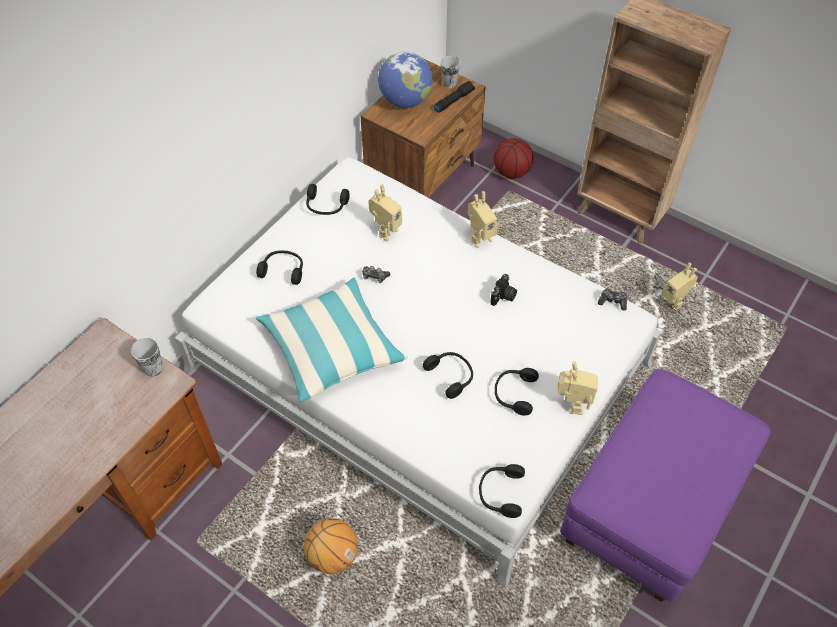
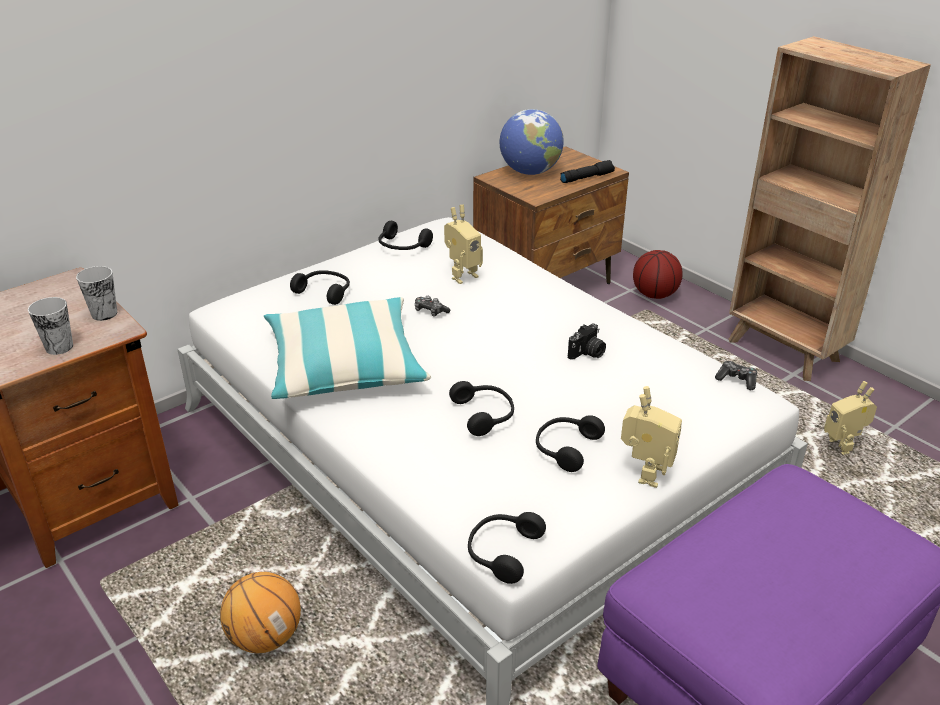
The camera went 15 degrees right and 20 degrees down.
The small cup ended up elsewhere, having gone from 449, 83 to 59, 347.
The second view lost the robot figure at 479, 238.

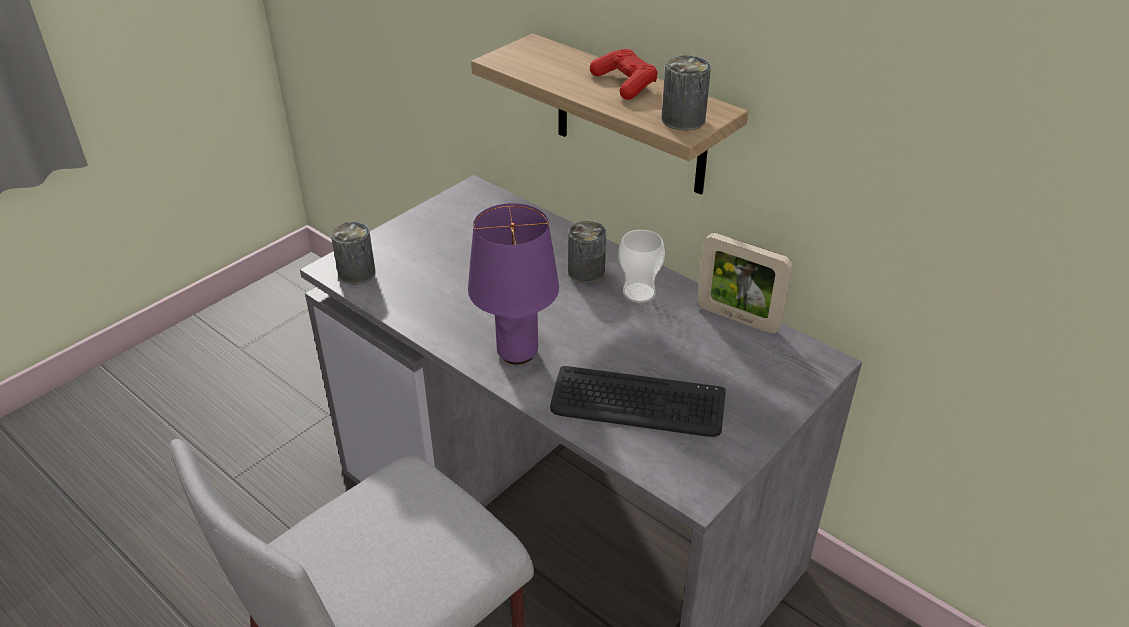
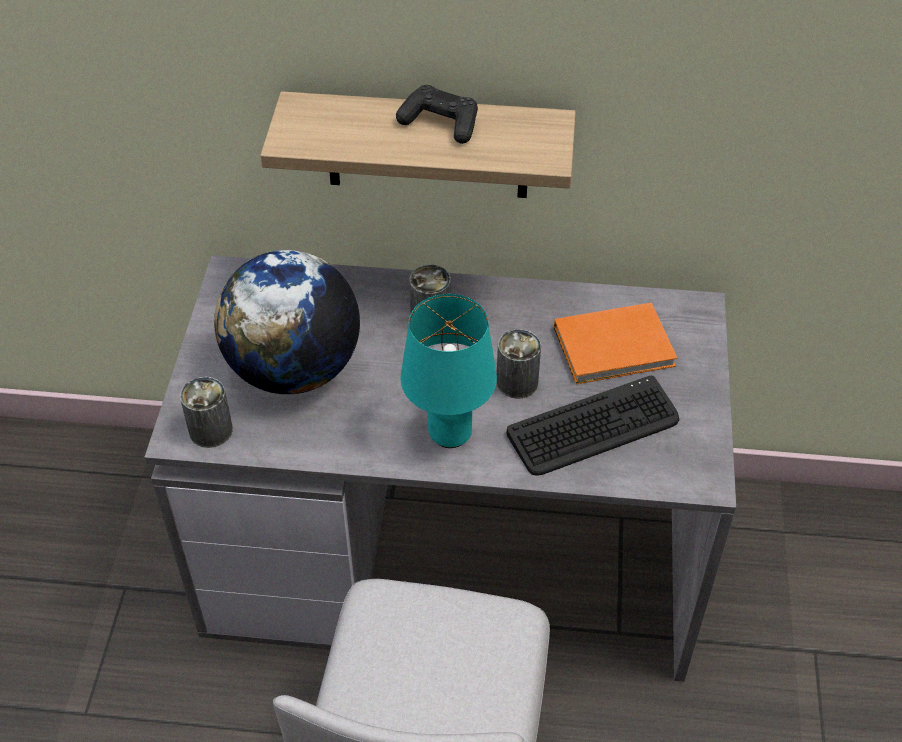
The camera went 35 degrees left and 10 degrees up.
The second view gained the world globe at 294, 370.
What was the red gamepad at 624, 84 turned into the black-coloured gamepad at 440, 123.
What was the purple lamp for a table at 517, 353 turned into the turquoise lamp for a table at 450, 434.
The sealed can ended up elsewhere, having gone from 683, 119 to 517, 382.
The second view gained the orange-coloured volume at 617, 347.
The second view lost the small cup at 639, 293.
The second view lost the standing frame at 737, 318.

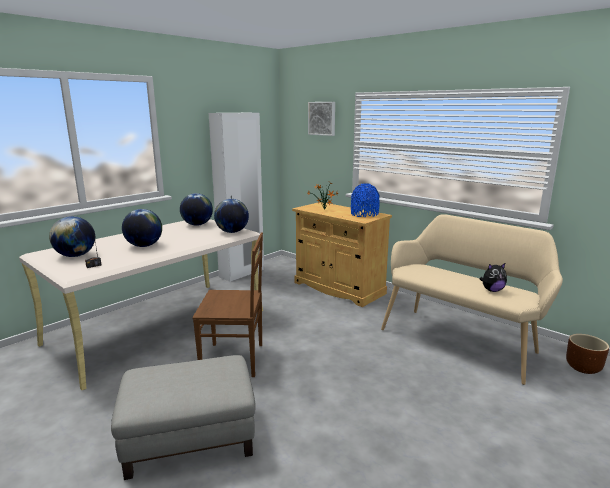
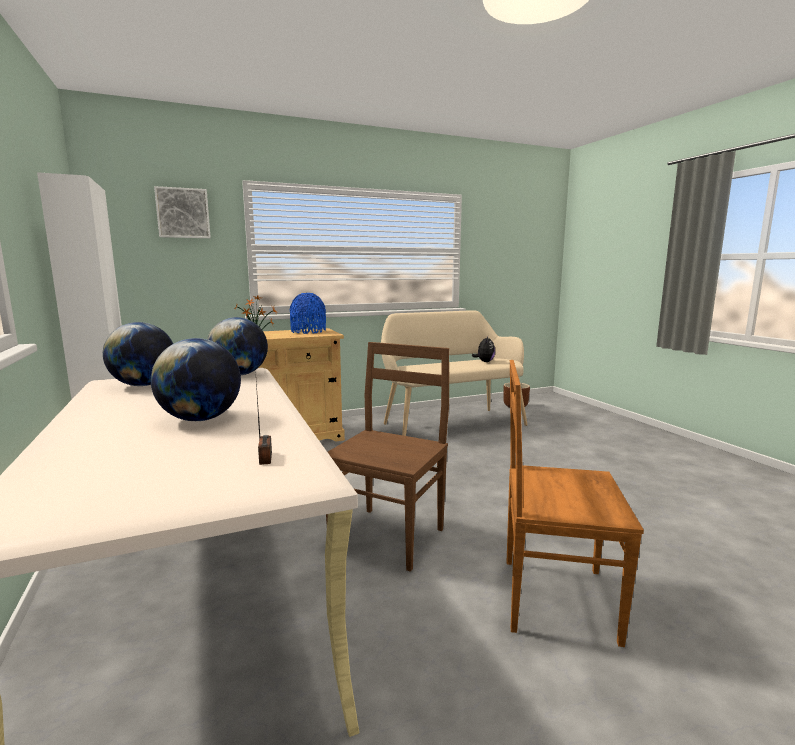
The camera went 65 degrees left and 5 degrees down.
Where the greyish footrest stood at 190, 436, the brown-coloured chair came to stand at 553, 598.
The second view lost the world globe at 76, 255.

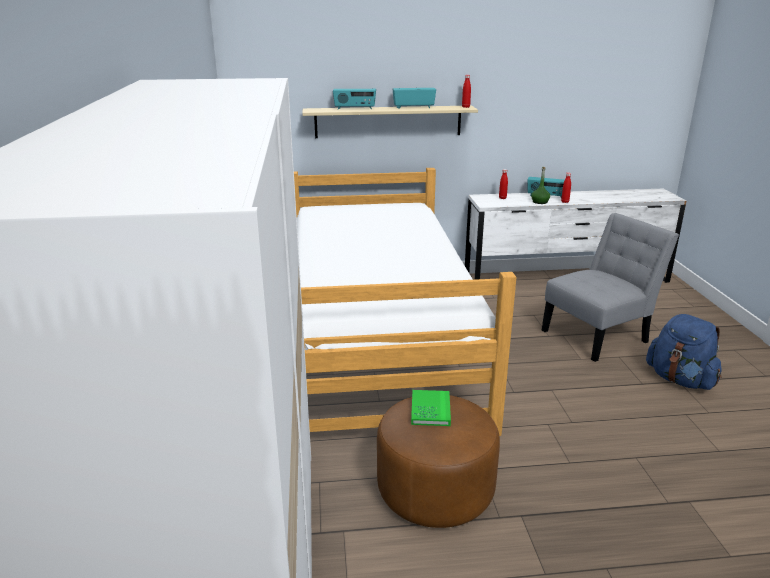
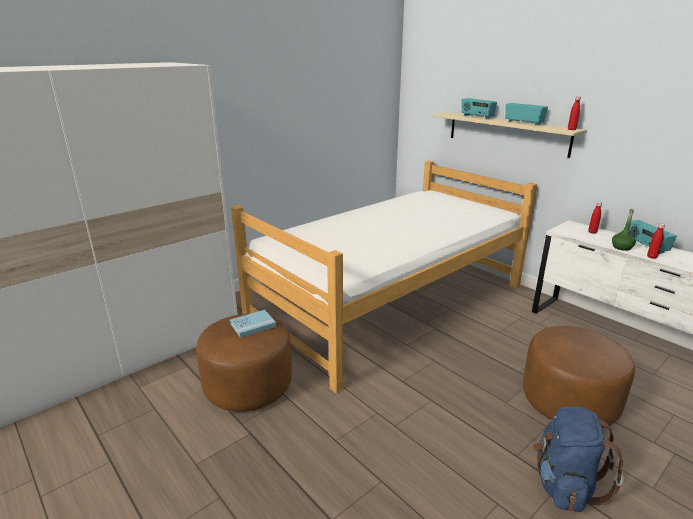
The camera went 55 degrees right and 0 degrees up.
What was the greenish volume at 430, 410 turned into the bluish volume at 253, 325.
Where the greyish chair stood at 598, 335, the brown-coloured footrest came to stand at 569, 401.

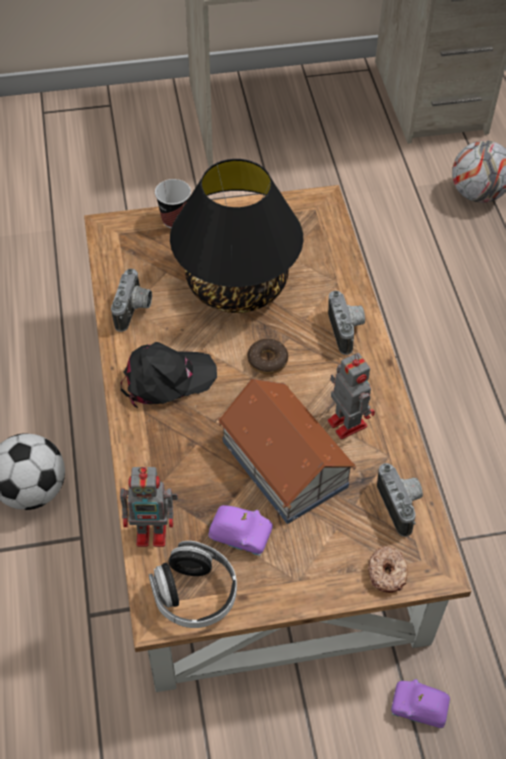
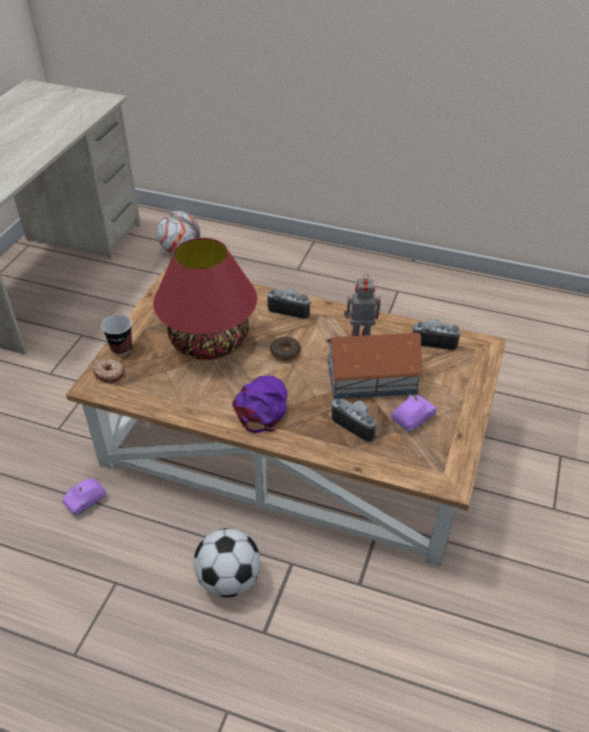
The camera went 60 degrees left and 10 degrees down.
The purple model car ended up elsewhere, having gone from 419, 708 to 86, 501.
The doughnut ended up elsewhere, having gone from 387, 573 to 109, 373.
What was the black-coloured lamp for a table at 236, 285 turned into the red lamp for a table at 209, 342.
What was the black-coloured baseball cap at 166, 379 turned into the purple baseball cap at 262, 406.
The still camera ended up elsewhere, having gone from 135, 310 to 356, 424.
The second view lost the robot figure at 153, 531.
The second view lost the headphones at 195, 594.

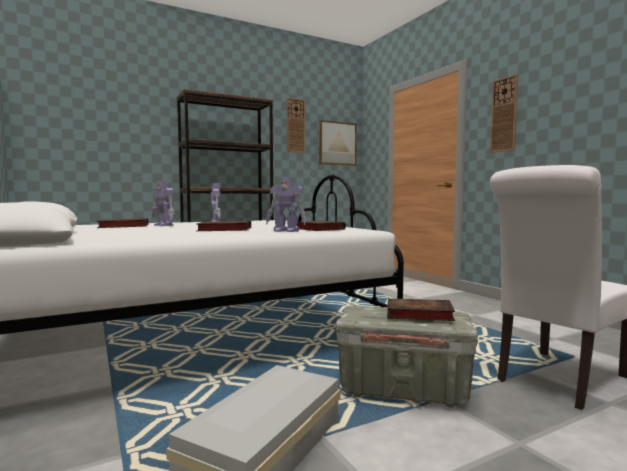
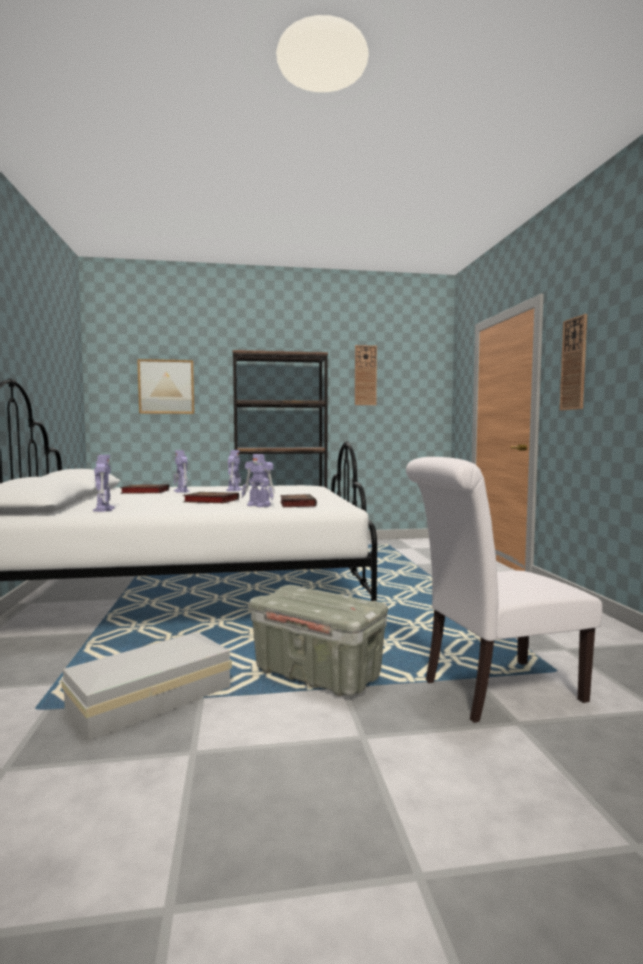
The camera went 20 degrees right and 0 degrees up.
The second view gained the robot figure at 104, 509.
The wall art ended up elsewhere, having gone from 337, 143 to 166, 387.
The second view lost the volume at 417, 314.

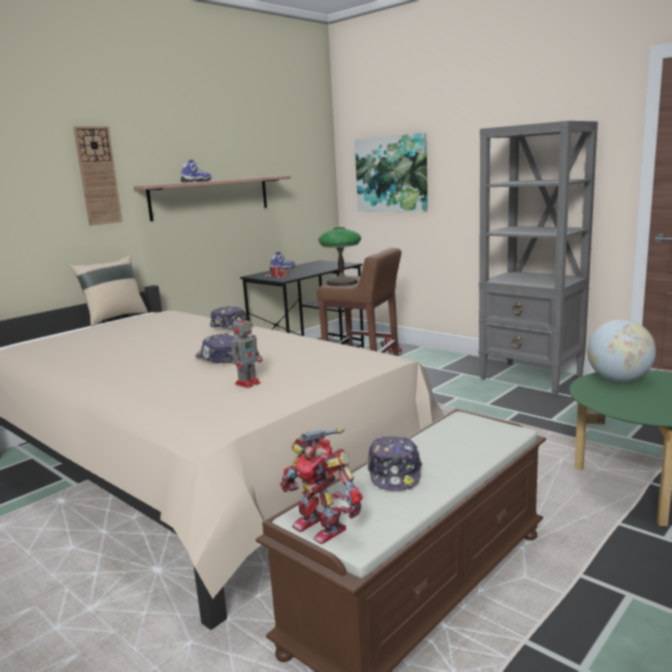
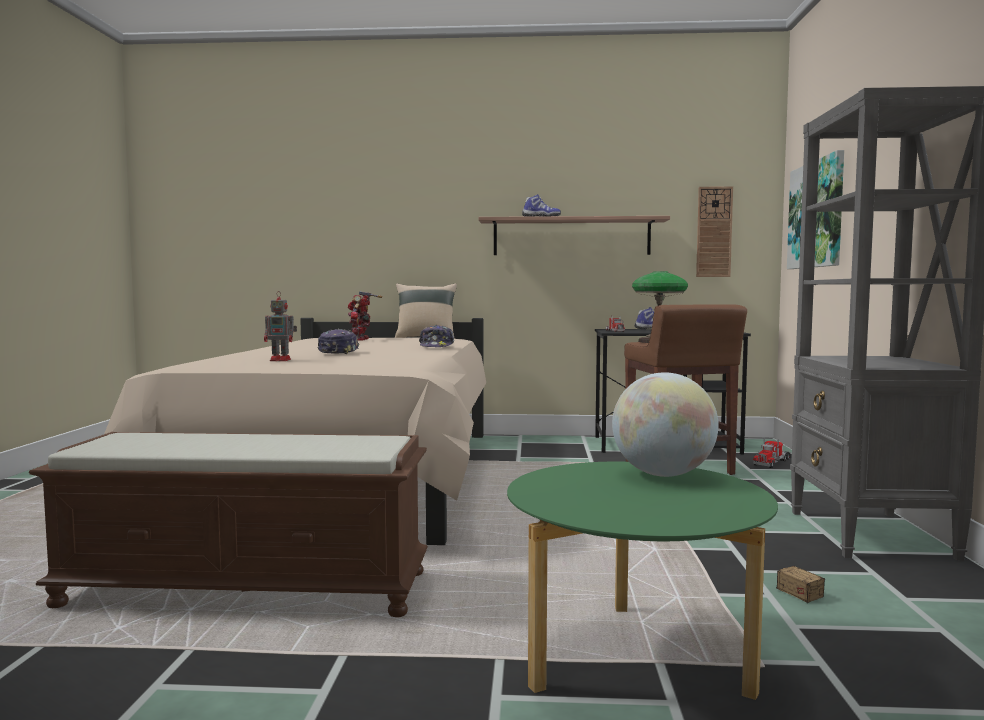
The camera went 50 degrees right and 10 degrees down.
The robot figure ended up elsewhere, having gone from 322, 526 to 360, 339.
The clock on the wall ended up elsewhere, having gone from 98, 176 to 714, 232.
The second view lost the baseball cap at 394, 473.

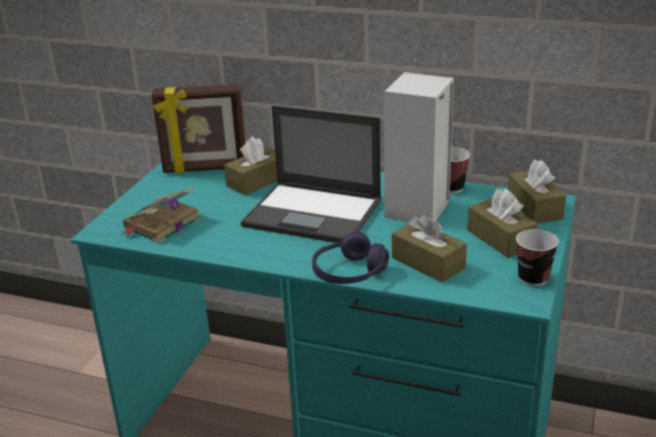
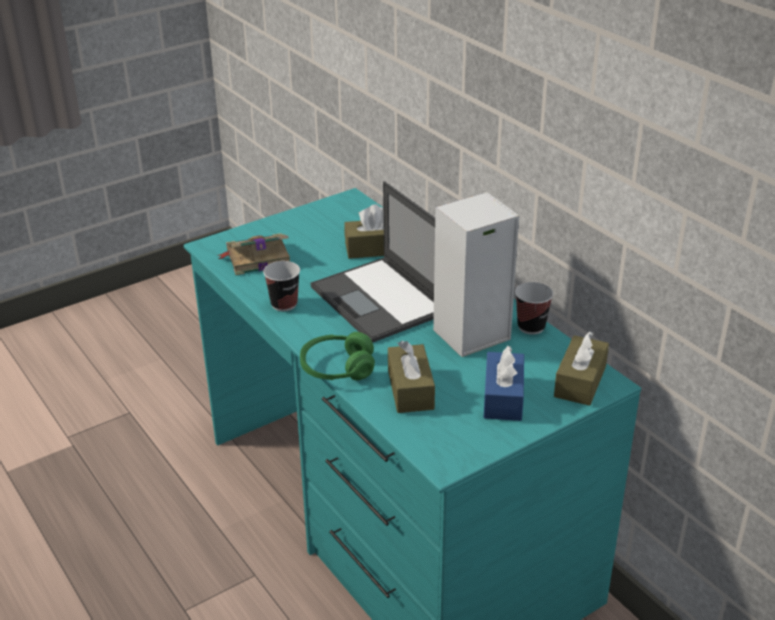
The camera went 35 degrees right and 5 degrees up.
The small cup ended up elsewhere, having gone from 533, 278 to 284, 304.
What was the purple headphones at 349, 273 turned into the greenish headphones at 337, 368.
What was the brown-coloured box of tissues at 500, 239 turned into the bluish box of tissues at 503, 397.
The second view lost the standing frame at 205, 169.

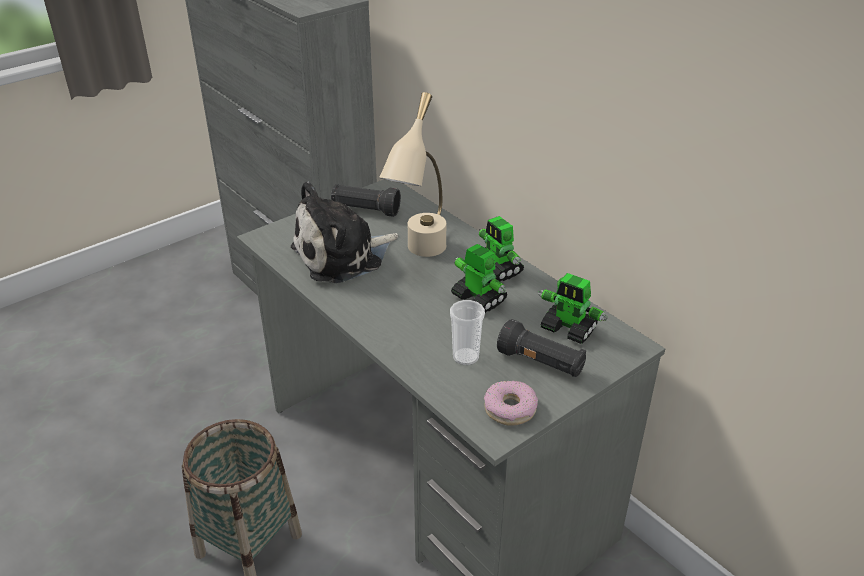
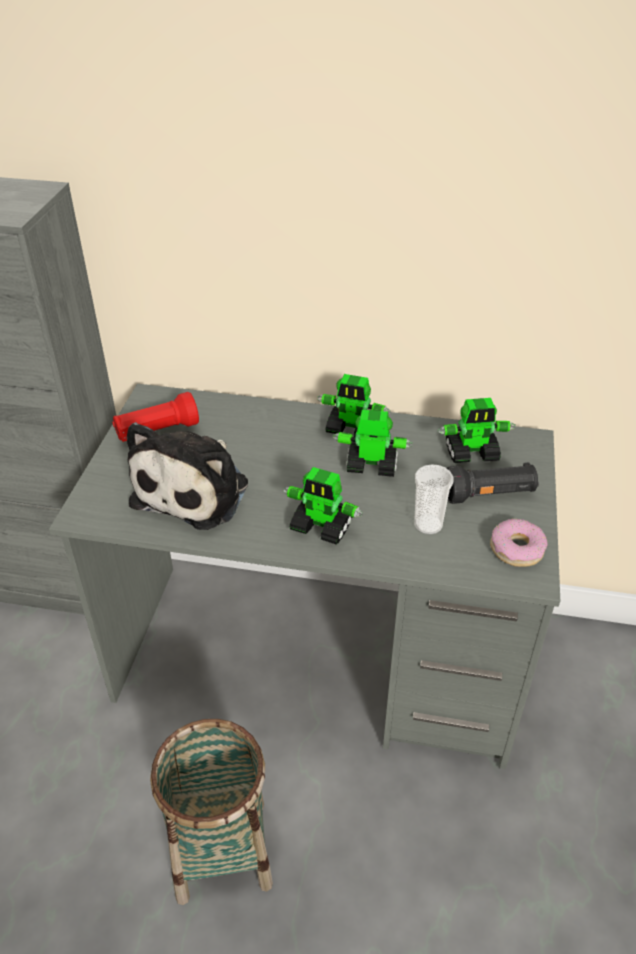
The camera went 40 degrees left and 5 degrees up.
What was the black-coloured flashlight at 365, 210 turned into the red flashlight at 157, 431.
The second view gained the robot figure at 322, 527.
The second view lost the beige-coloured lamp for a table at 420, 256.

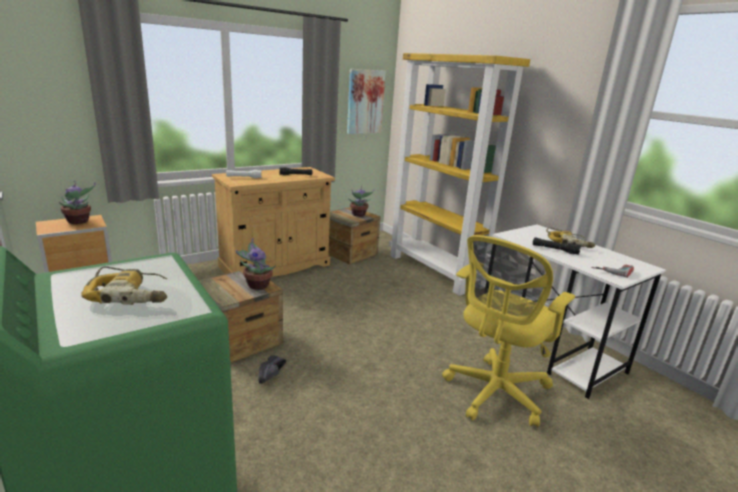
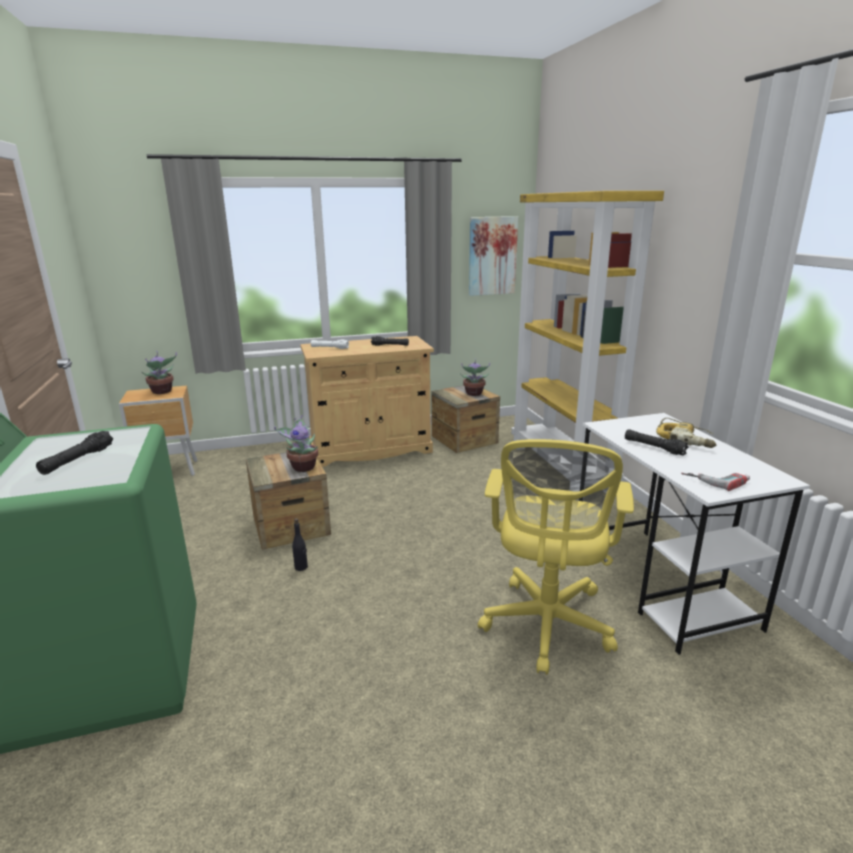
The camera went 20 degrees right and 0 degrees up.
Where the power drill stood at 131, 294, the black-coloured flashlight came to stand at 77, 460.
Where the black-coloured shoe stood at 272, 375, the black-coloured beverage bottle came to stand at 301, 567.
The yellowish desk chair at 494, 394 ended up facing another way, 45 degrees counterclockwise from before.

